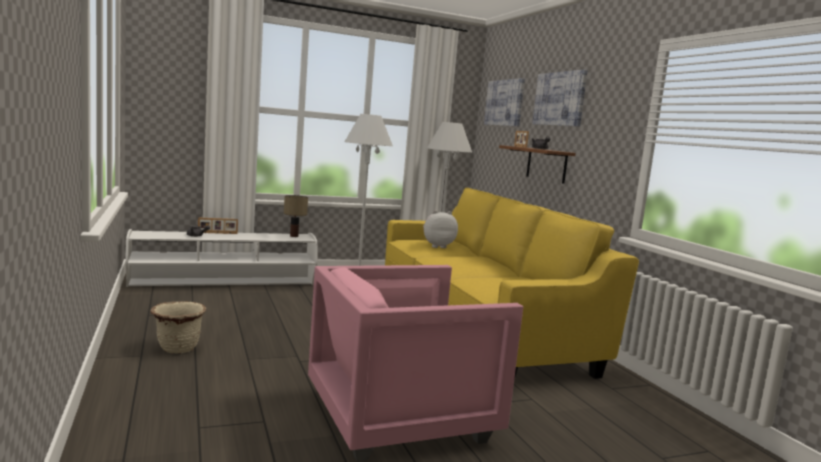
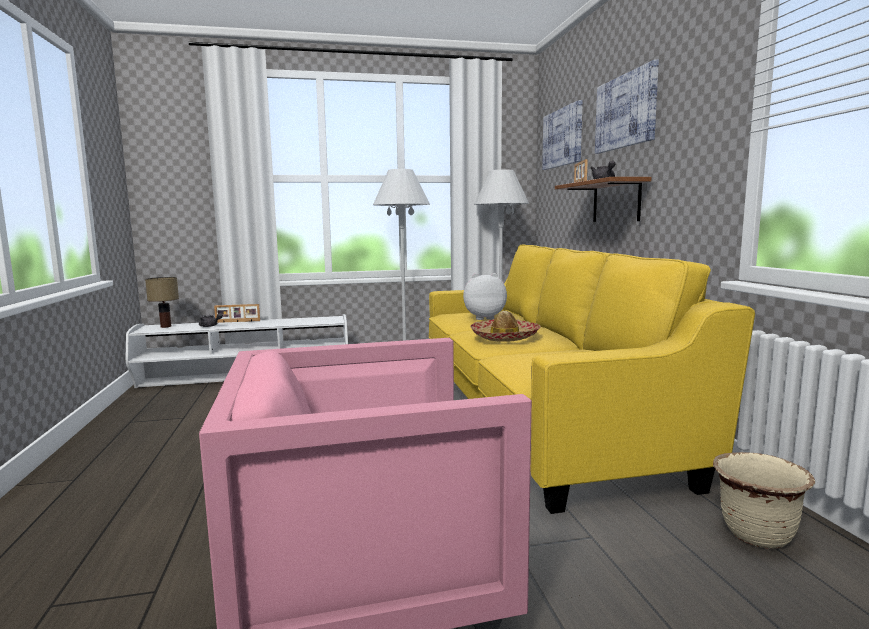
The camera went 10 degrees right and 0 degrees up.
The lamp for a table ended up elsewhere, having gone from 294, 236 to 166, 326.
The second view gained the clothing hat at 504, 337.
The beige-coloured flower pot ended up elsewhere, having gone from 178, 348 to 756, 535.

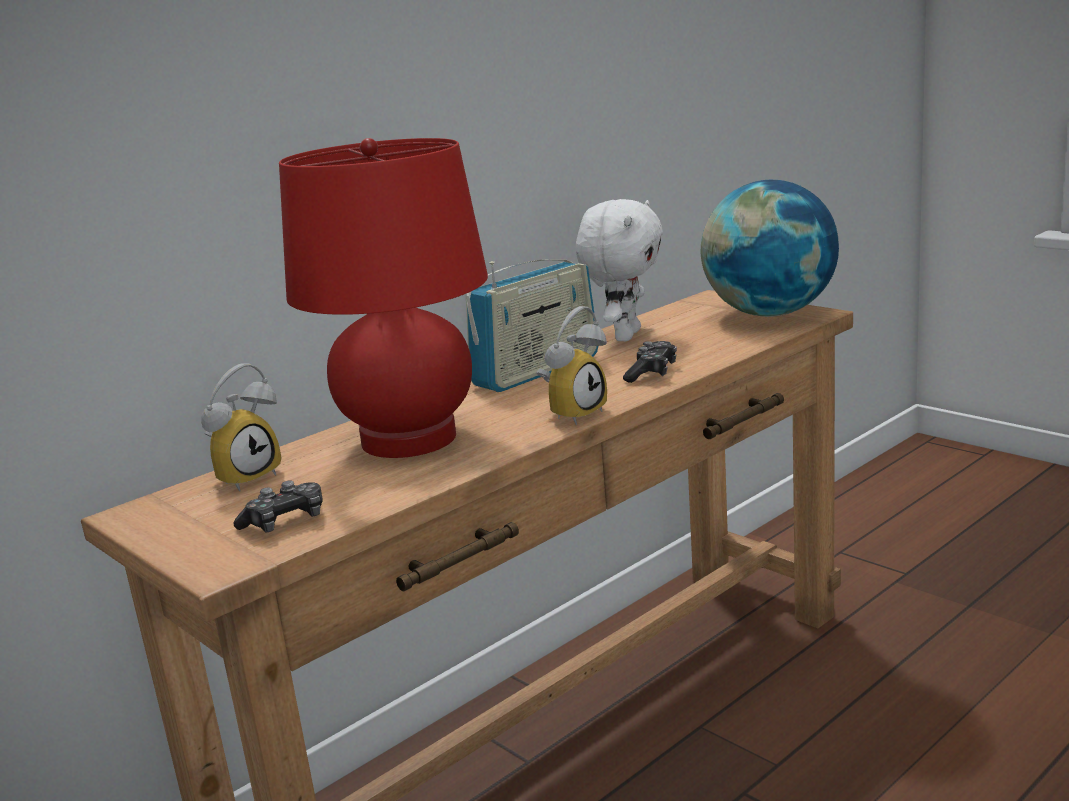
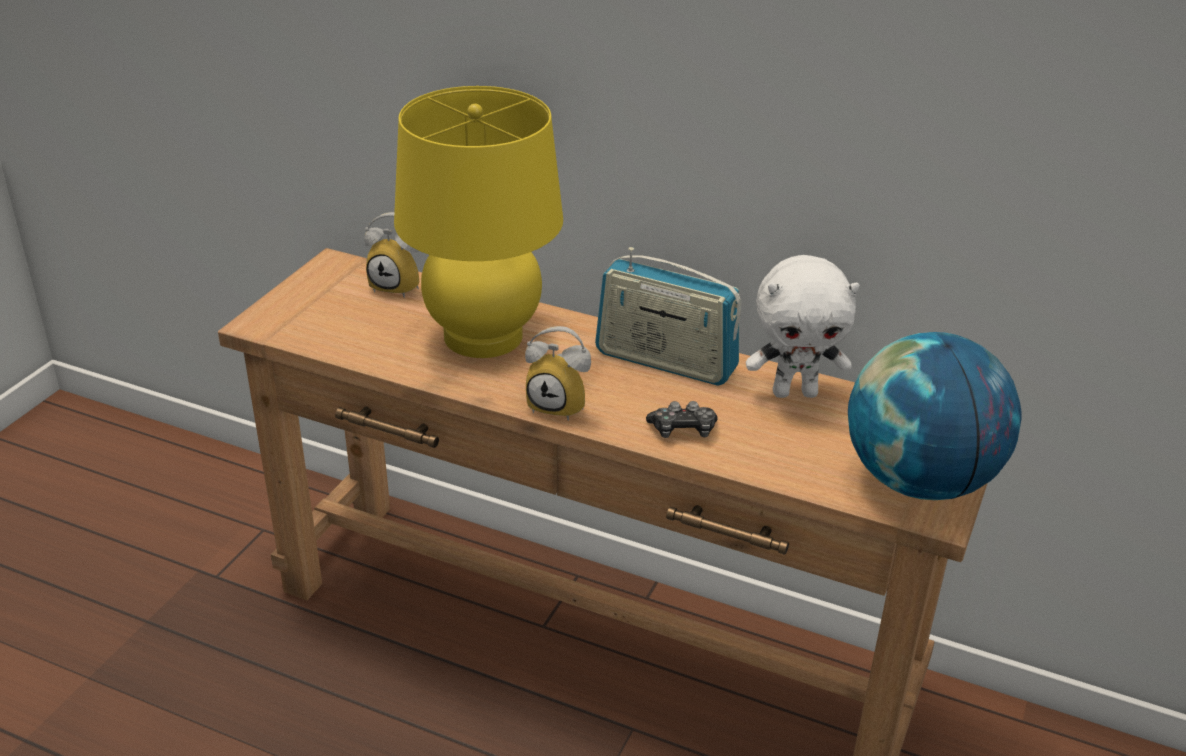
The camera went 65 degrees right and 15 degrees up.
What was the red lamp for a table at 409, 439 turned into the yellowish lamp for a table at 483, 336.
The second view lost the gamepad at 285, 522.

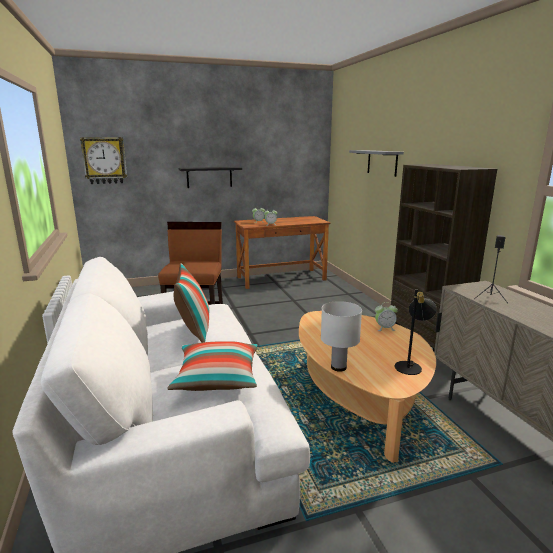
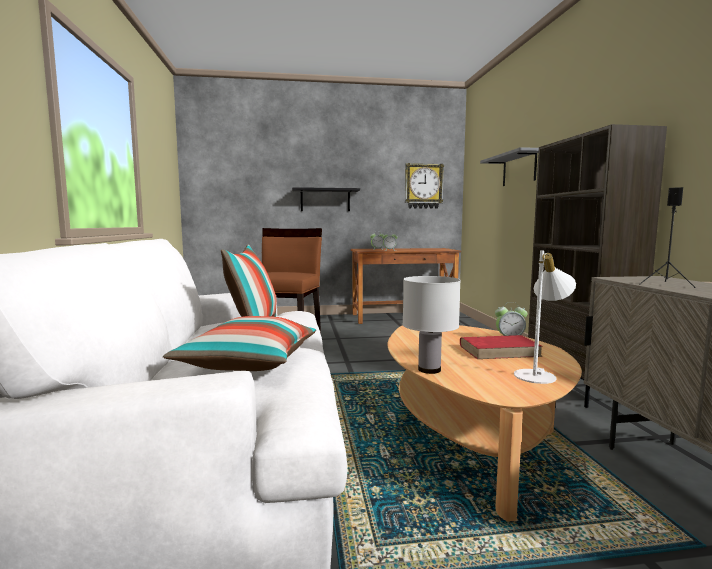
The camera went 10 degrees right and 10 degrees down.
The clock on the wall ended up elsewhere, having gone from 104, 160 to 423, 186.
The second view gained the red volume at 500, 351.
What was the black-coloured lamp for a table at 411, 366 turned into the whitish lamp for a table at 540, 375.

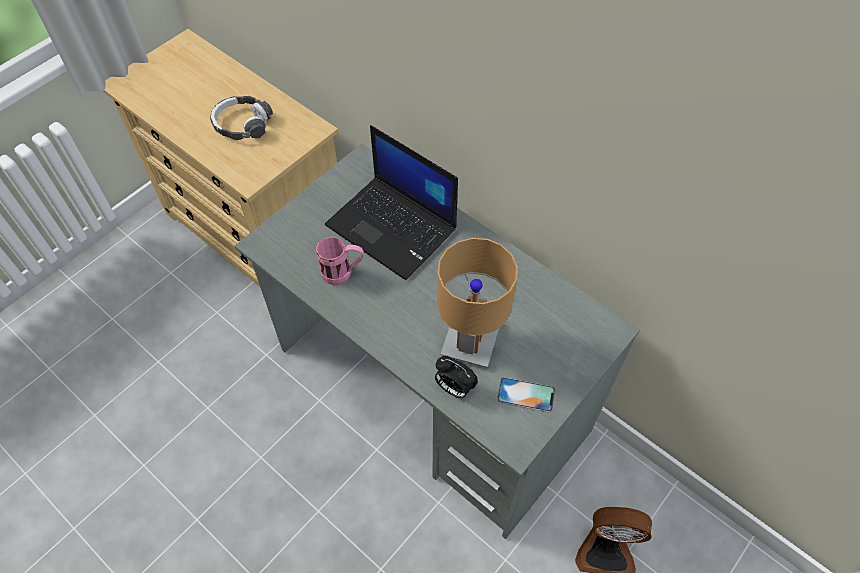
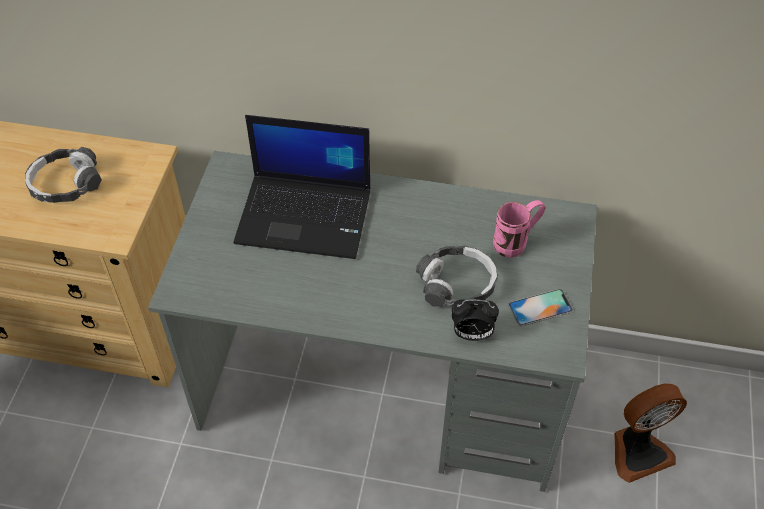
The camera went 30 degrees left and 5 degrees down.
Where the brown-coloured lamp for a table stood at 471, 340, the headphones came to stand at 457, 284.
The pink-coloured mug ended up elsewhere, having gone from 343, 274 to 516, 242.

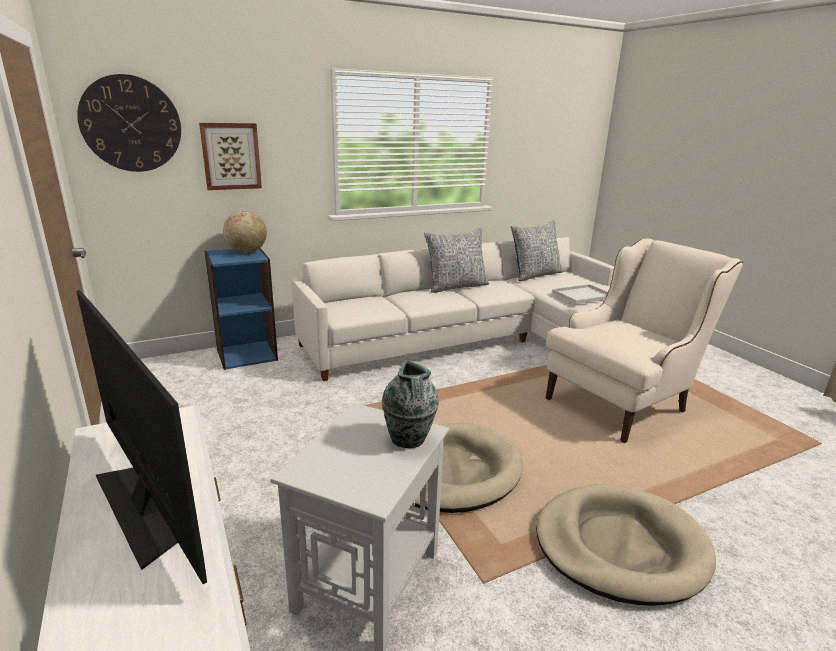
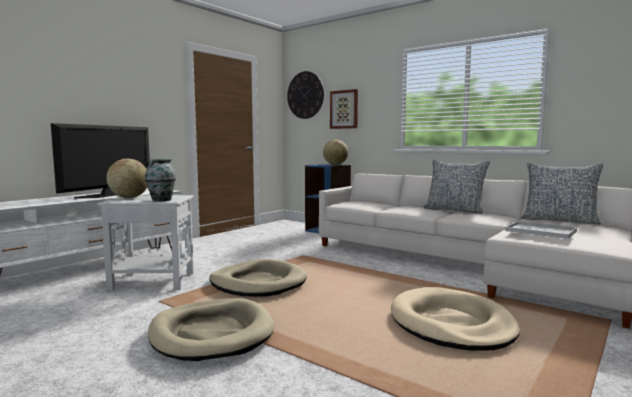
The camera went 65 degrees right and 15 degrees down.
The second view gained the world globe at 129, 197.
Where the beige-coloured easy chair stood at 623, 401, the beige-coloured pet bed came to stand at 451, 324.

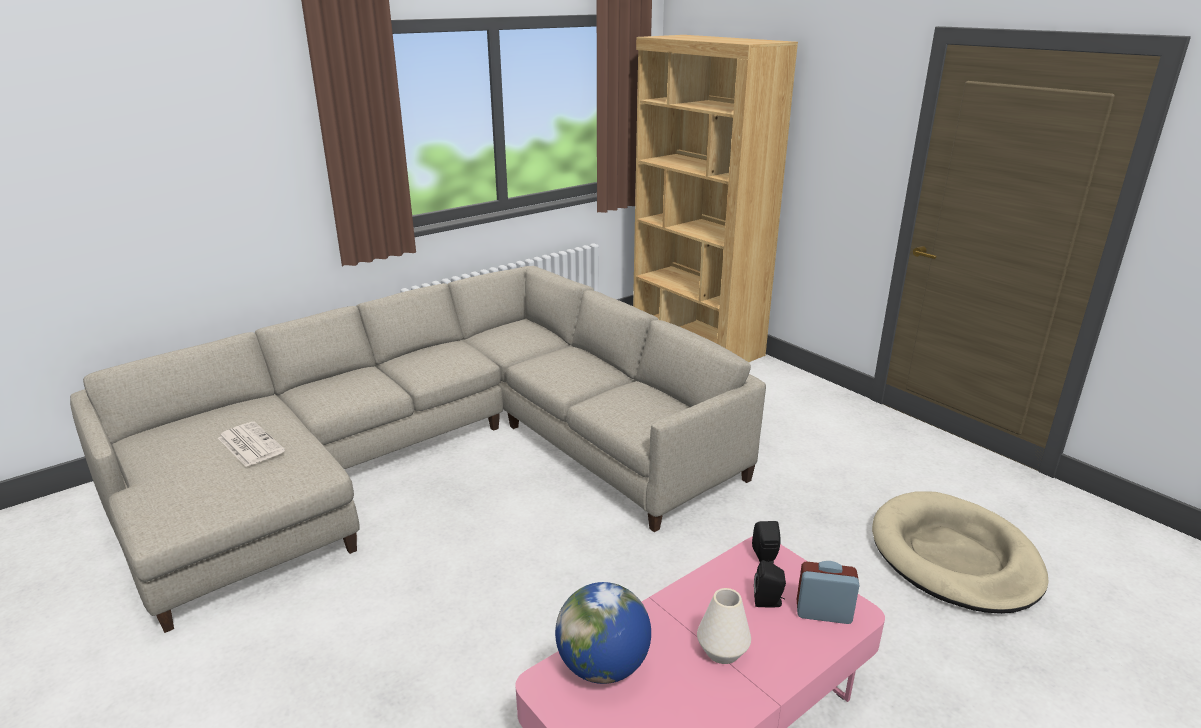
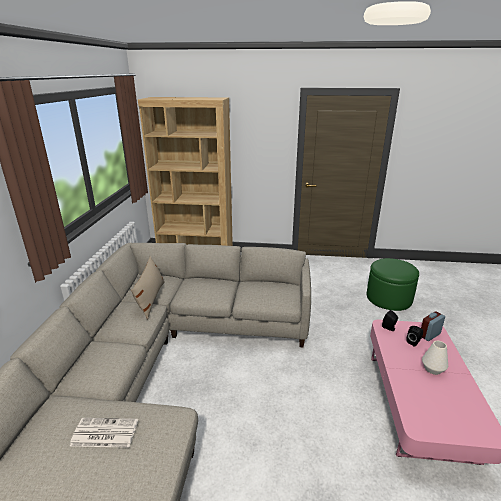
The camera went 45 degrees left and 0 degrees up.
The second view gained the beige-coloured pillow at 150, 299.
Where the beige-coloured pet bed stood at 954, 557, the greenish footrest came to stand at 389, 298.
The second view lost the world globe at 603, 666.

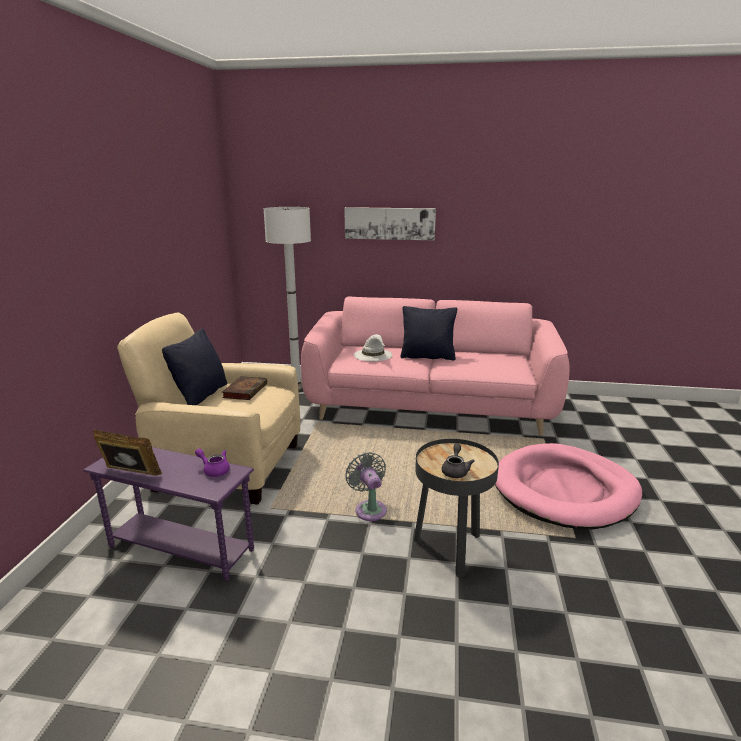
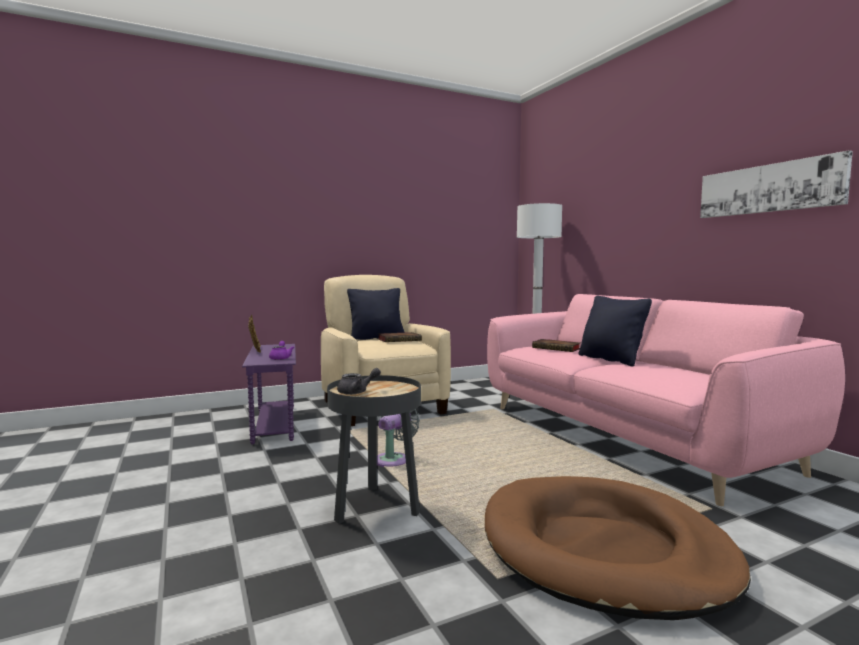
The camera went 55 degrees right and 15 degrees down.
What was the pink-coloured pet bed at 564, 490 turned into the brown-coloured pet bed at 604, 550.
Where the whitish clothing hat stood at 373, 355, the volume came to stand at 557, 348.
The wall art ended up elsewhere, having gone from 389, 223 to 768, 188.

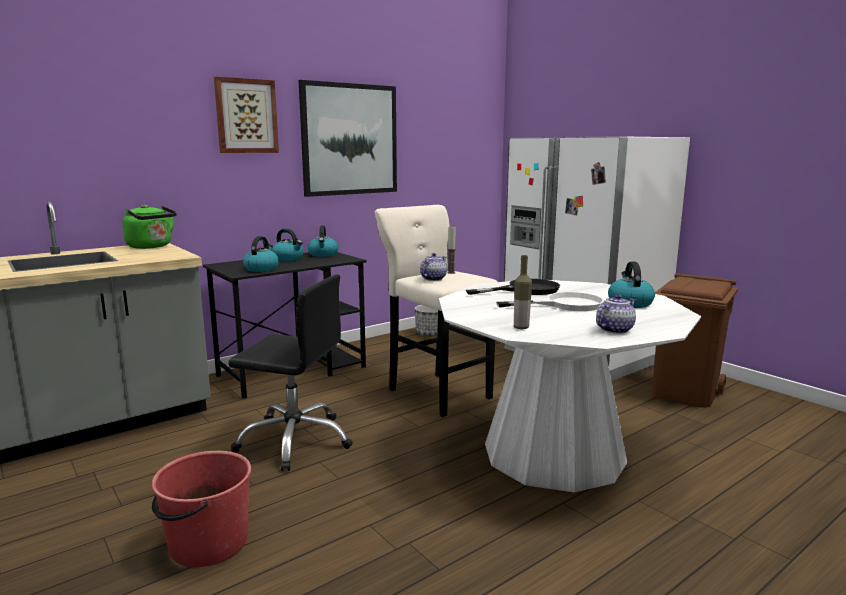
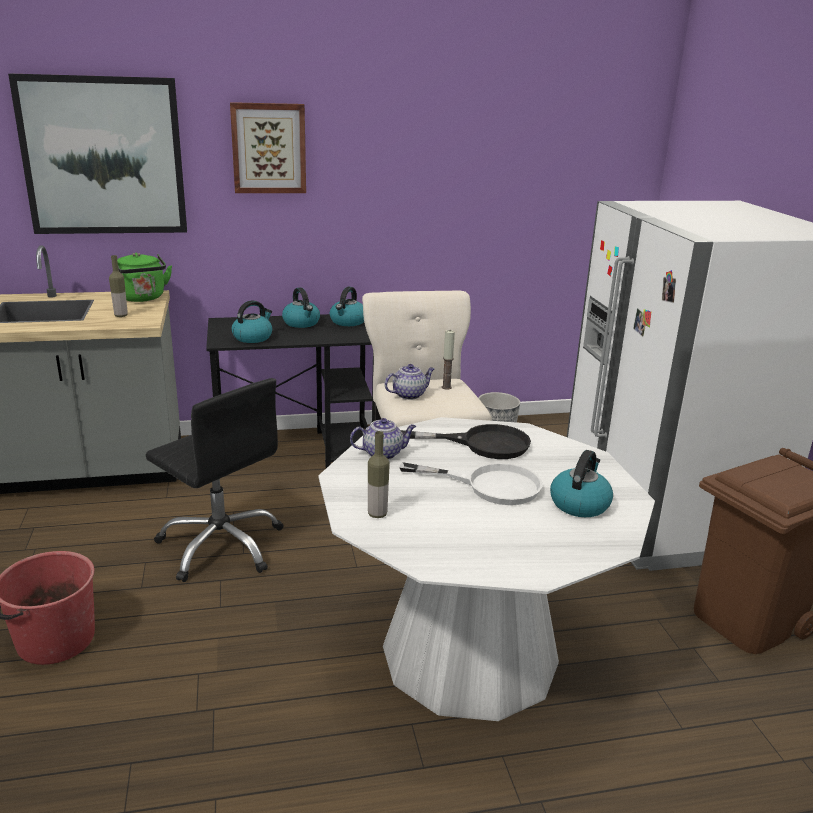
The camera went 25 degrees right and 10 degrees up.
The wall art ended up elsewhere, having gone from 349, 139 to 103, 156.
The second view gained the beverage bottle at 121, 315.
The tea pot ended up elsewhere, having gone from 614, 329 to 383, 453.

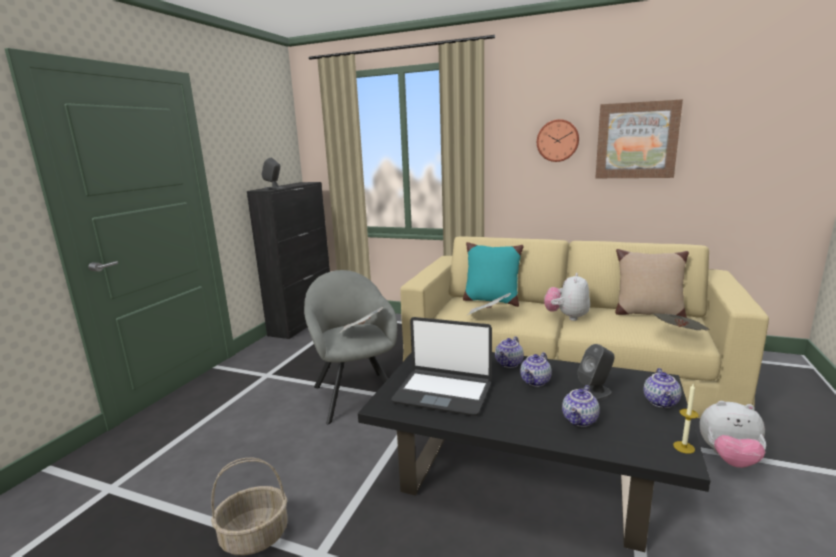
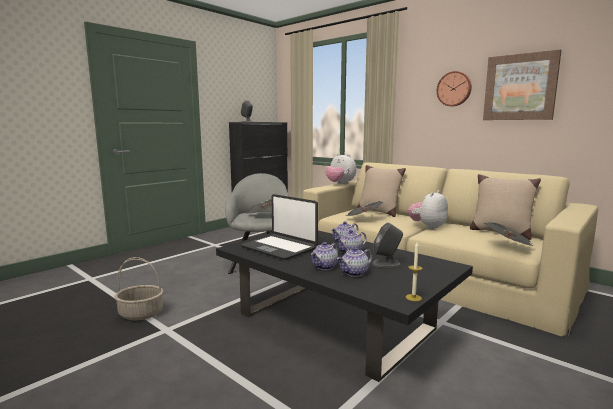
The camera went 20 degrees right and 5 degrees down.
The tea pot ended up elsewhere, having gone from 661, 402 to 325, 267.
The cuddly toy ended up elsewhere, having gone from 729, 458 to 340, 184.
What was the turquoise pillow at 491, 300 turned into the beige-coloured pillow at 378, 212.

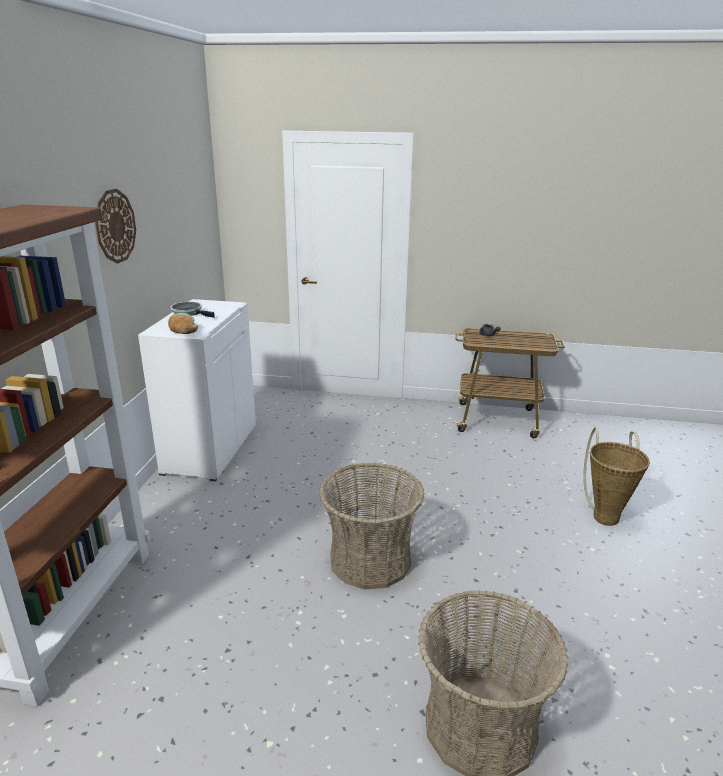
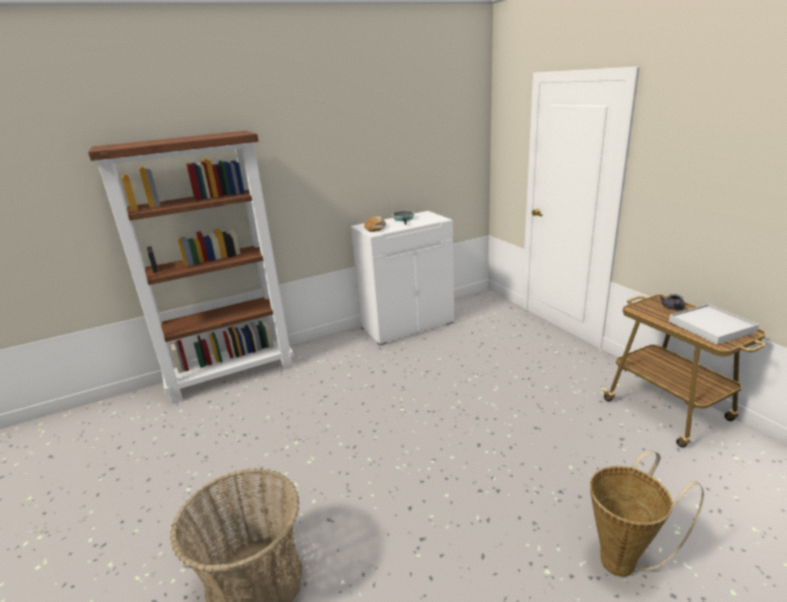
The camera went 55 degrees right and 0 degrees up.
The second view gained the whitish tray at 711, 326.
The second view lost the clock on the wall at 115, 226.
The second view lost the storage basket at 370, 560.

